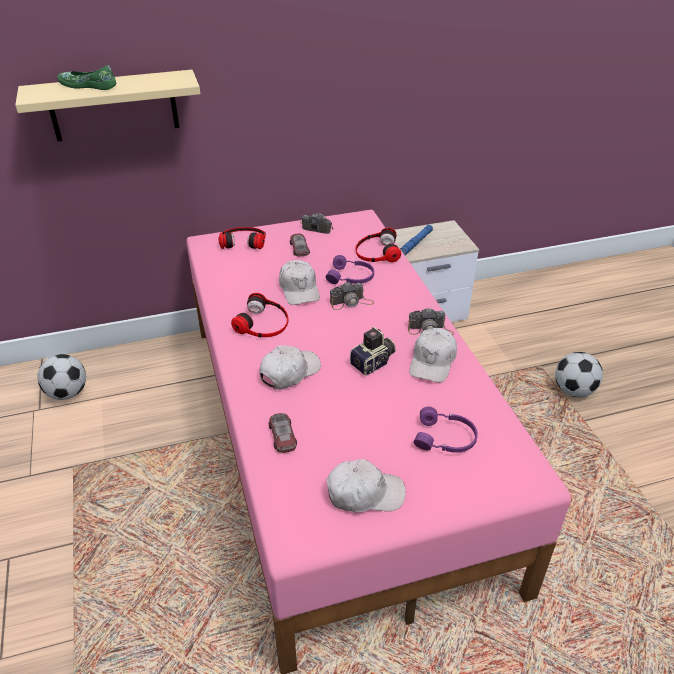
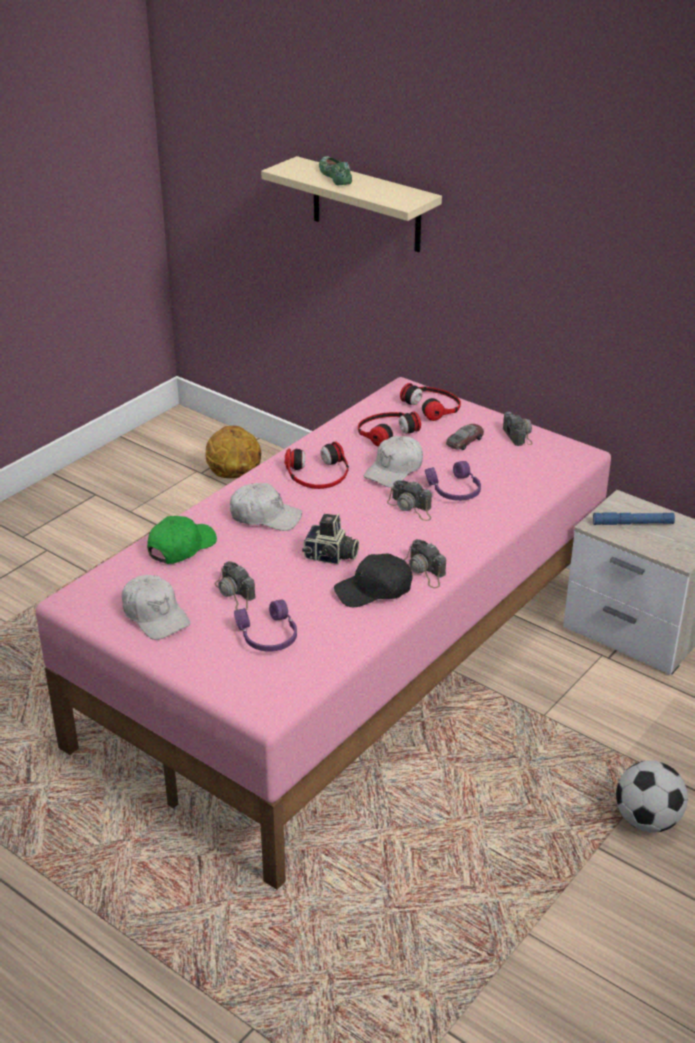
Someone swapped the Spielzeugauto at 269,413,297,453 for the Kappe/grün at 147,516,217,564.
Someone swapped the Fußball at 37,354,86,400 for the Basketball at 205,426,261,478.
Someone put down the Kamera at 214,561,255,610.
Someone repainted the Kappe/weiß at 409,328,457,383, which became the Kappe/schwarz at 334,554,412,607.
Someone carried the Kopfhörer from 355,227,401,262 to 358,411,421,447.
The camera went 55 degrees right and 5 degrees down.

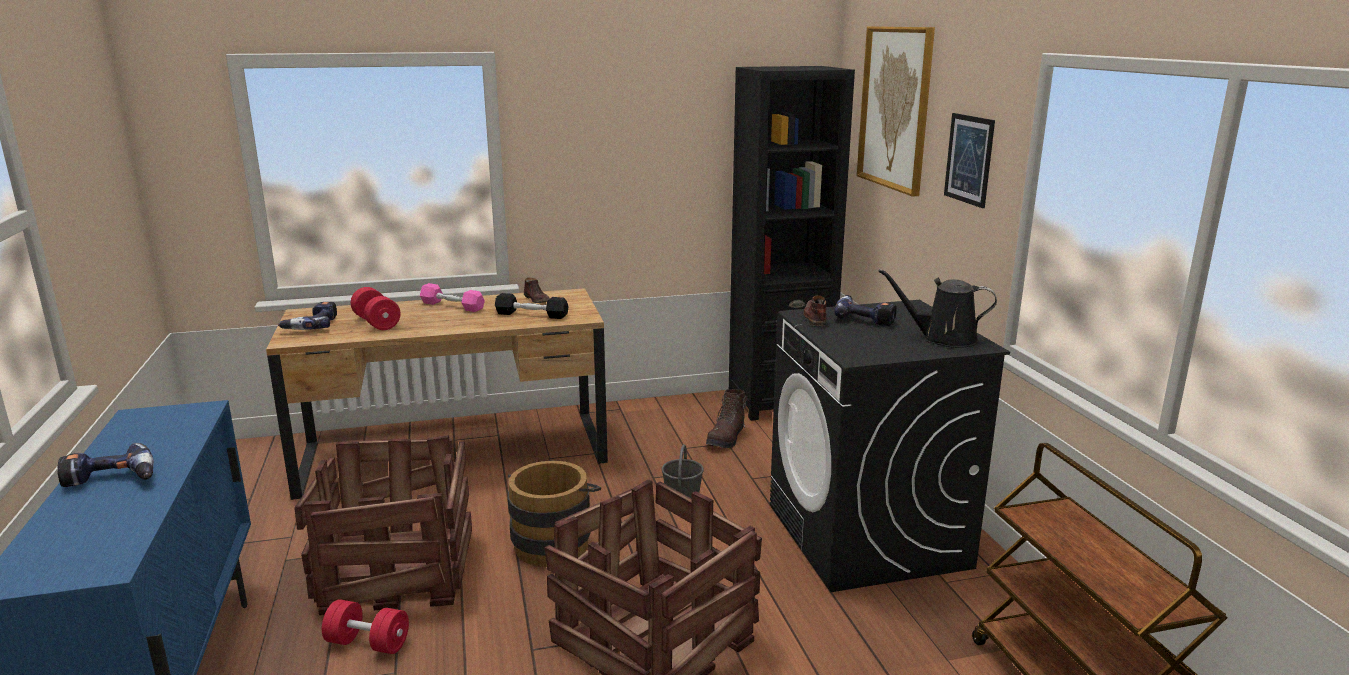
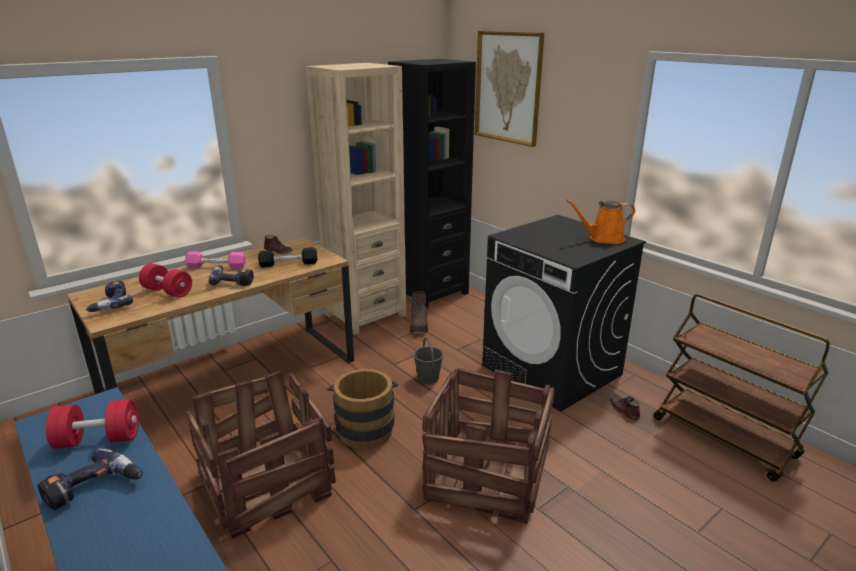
Someone carried the Hantel/rot from 322,599,409,654 to 46,399,139,449.
Someone carried the Bohrmaschine from 834,295,897,326 to 209,265,254,286.
Someone put down the Bücherregal/beige at 306,63,406,335.
Someone repainted the Gießkanne/schwarz at 878,269,997,348, which became the Gießkanne/orange at 566,200,635,244.
Someone carried the Schuh/braun from 803,295,826,326 to 610,393,640,420.
Someone took away the Bild at 944,113,995,208.
The camera went 25 degrees left and 5 degrees up.

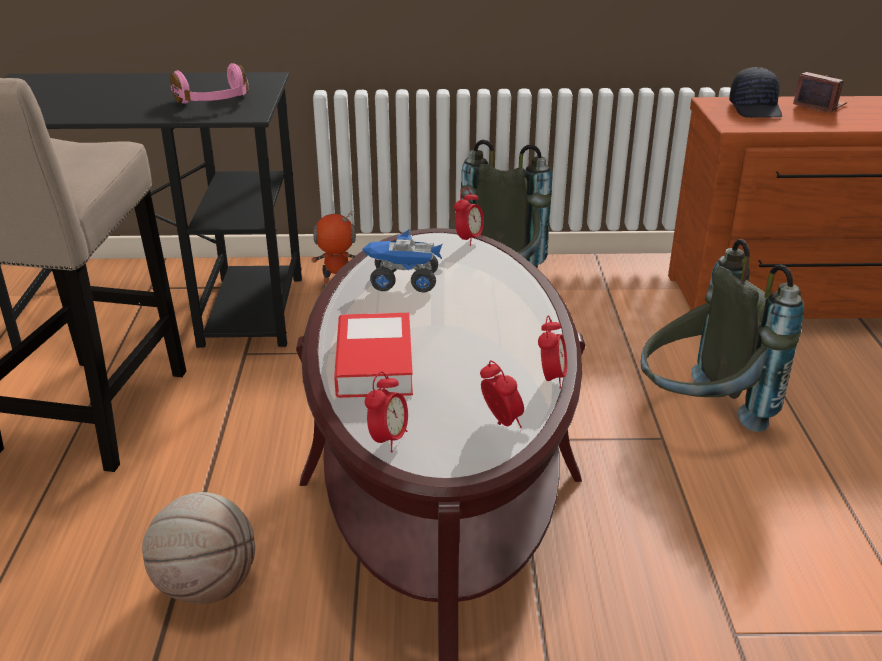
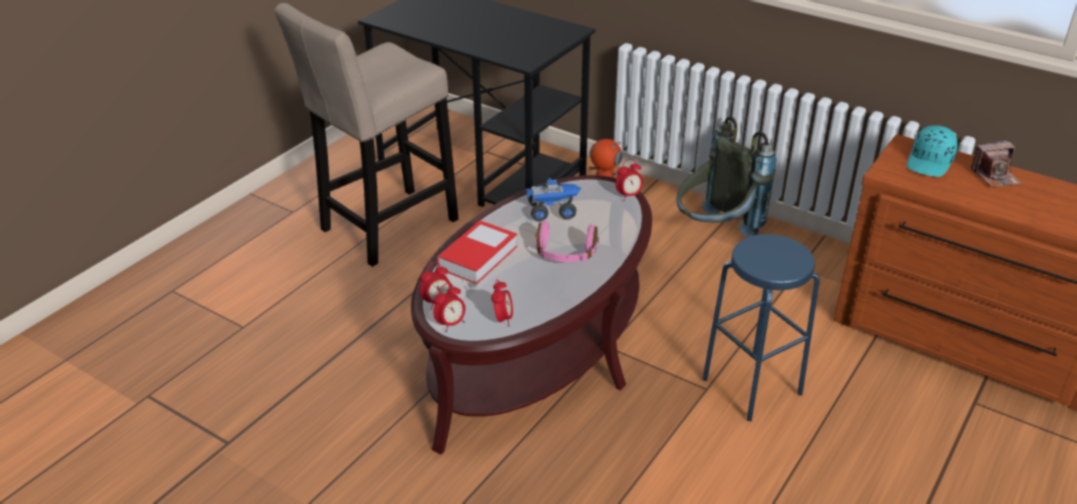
Someone carried the Wecker from 538,315,567,388 to 433,283,465,332.
Someone rotated the Spielzeuglaster at 362,230,442,293 by 135 degrees clockwise.
Someone carried the Kopfhörer/rosa from 170,63,249,104 to 536,221,599,263.
Someone swapped the Rucksack/grau at 641,239,804,432 for the Hocker/blau at 703,234,820,421.
Someone repainted the Kappe/schwarz at 729,67,782,118, which became the Kappe/türkis at 907,125,958,177.
Someone rotated the Kamera at 793,72,847,113 by 90 degrees clockwise.
Someone took away the Basketball at 142,492,255,604.
The camera went 35 degrees right and 5 degrees up.

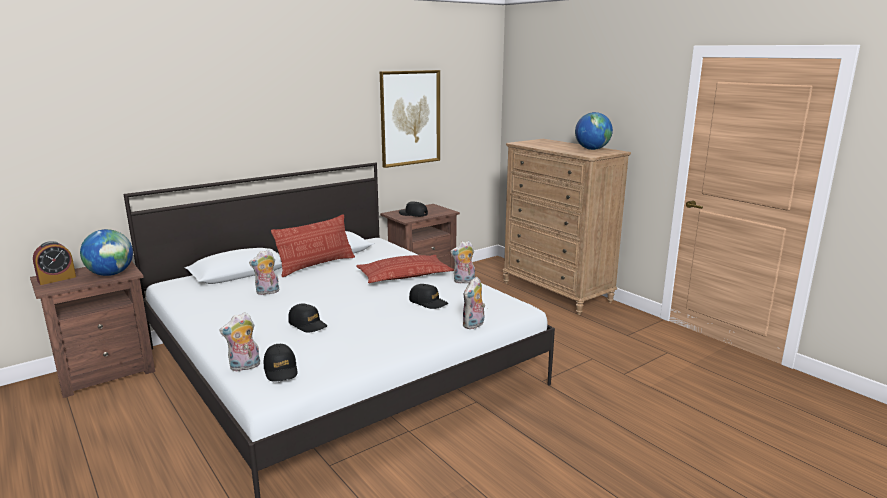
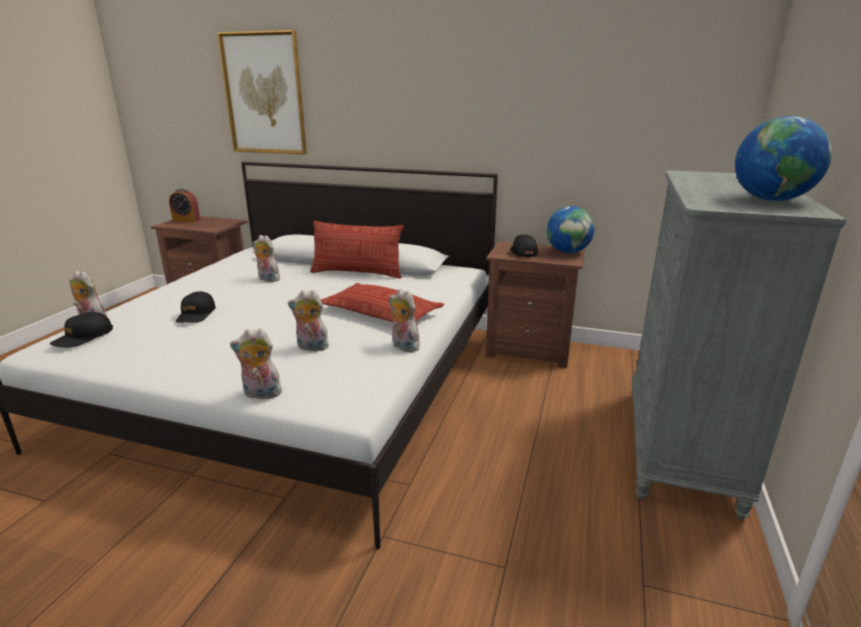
Someone carried the Bild from 380,70,440,168 to 217,30,307,154.
Someone swapped the Kappe/schwarz at 409,284,448,309 for the Plüschtier at 288,290,329,351.
Someone carried the Globus from 80,229,133,276 to 546,206,594,253.
Someone repainted the Kommode/braun at 503,139,631,315, which became the Kommode/grau at 631,171,846,520.
The camera went 55 degrees right and 5 degrees up.

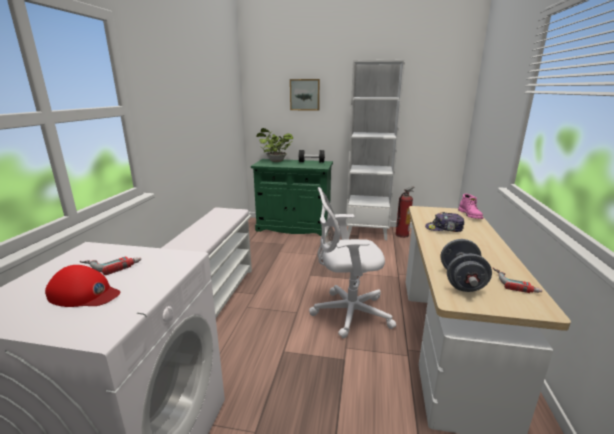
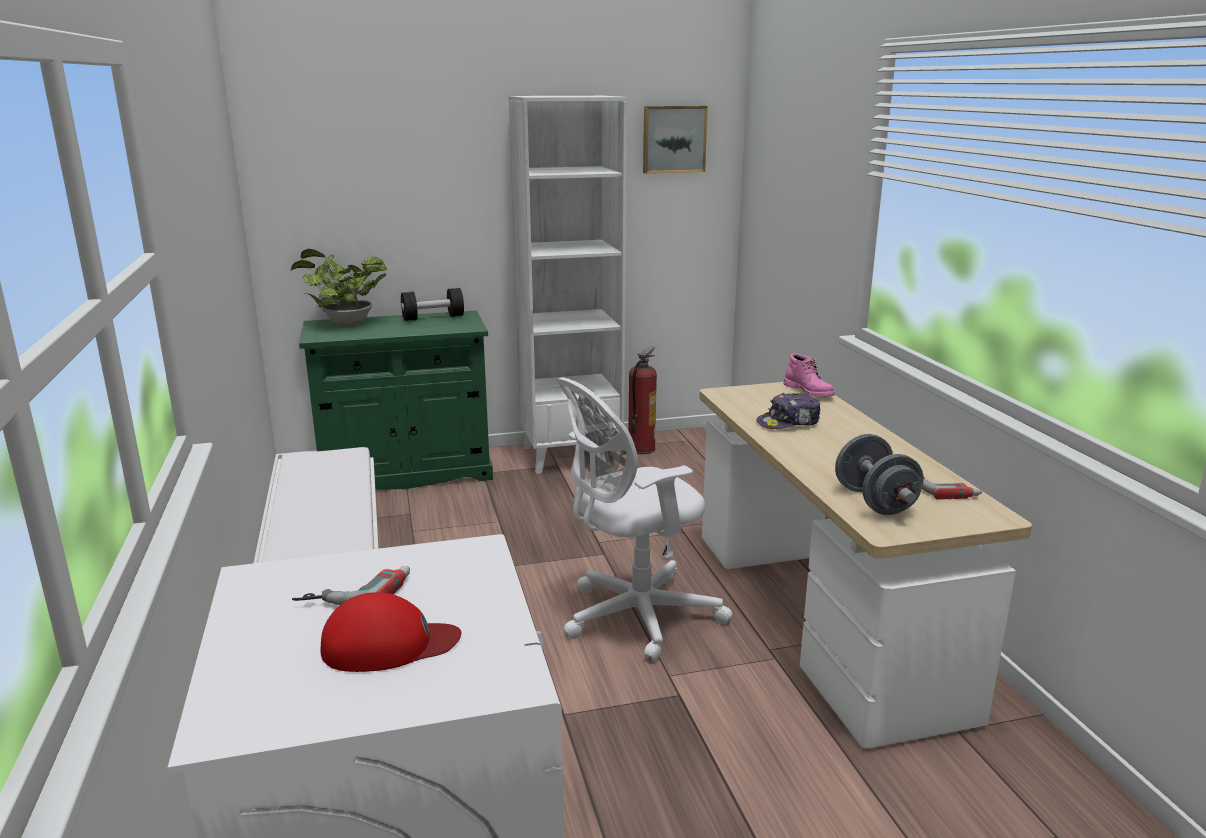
Someone carried the Bild from 290,79,320,111 to 643,106,708,174.
The camera went 25 degrees left and 0 degrees up.

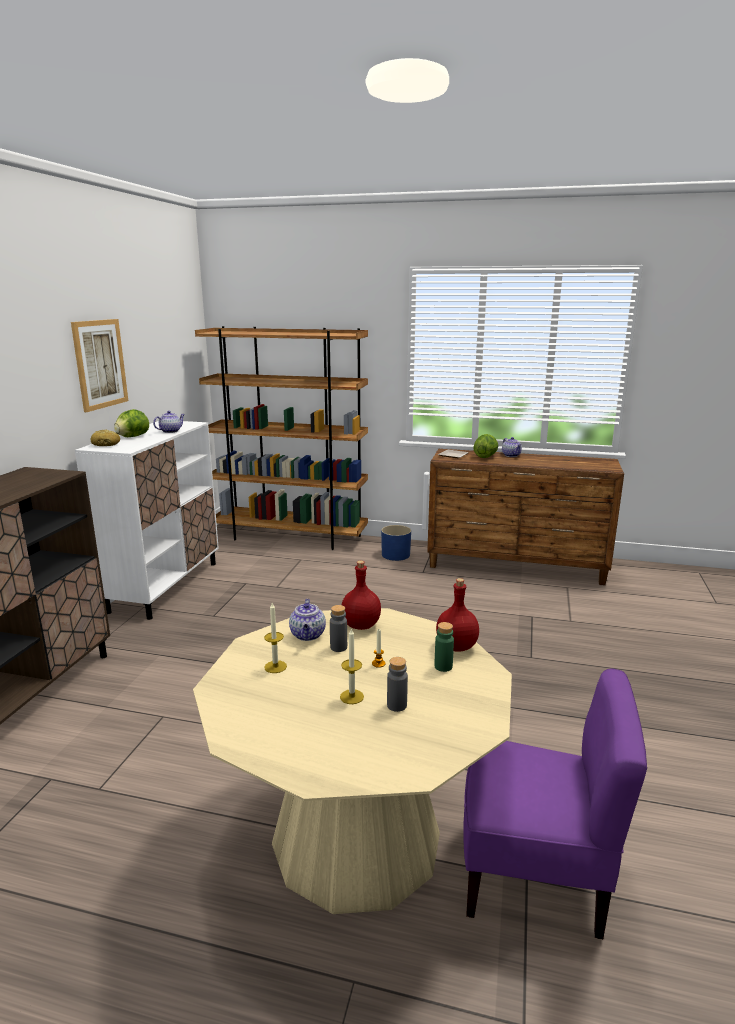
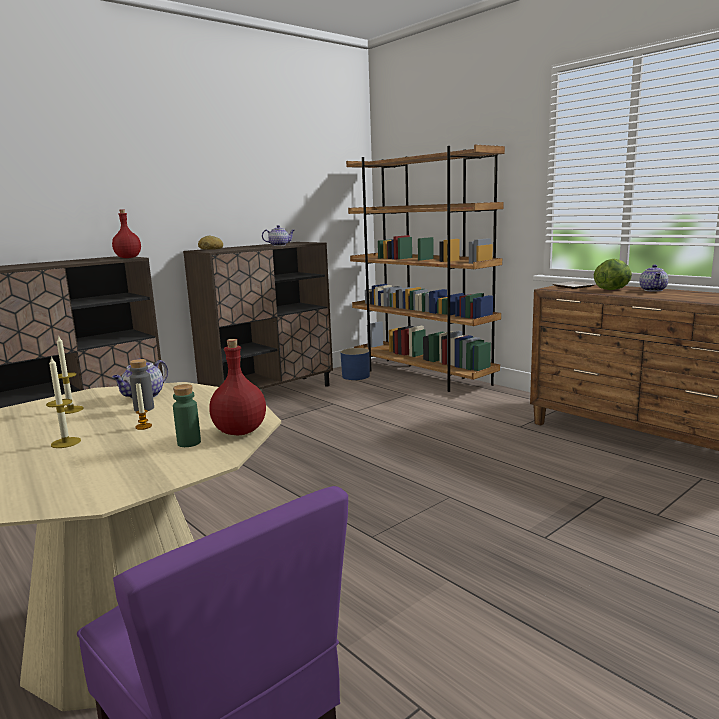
Someone carried the Flasche/rot from 342,561,381,630 to 112,209,141,258.
Someone repainted the Schrank/weiß at 75,421,219,620, which became the Schrank/braun at 183,242,333,389.
Someone carried the Pflanzkübel/blau from 381,525,411,561 to 341,348,370,380.
Someone took away the Bild at 71,319,128,412.
Someone took away the Salatkopf at 114,409,149,437.
Someone took away the Flasche/grau at 387,657,408,712.
The camera went 35 degrees right and 5 degrees down.

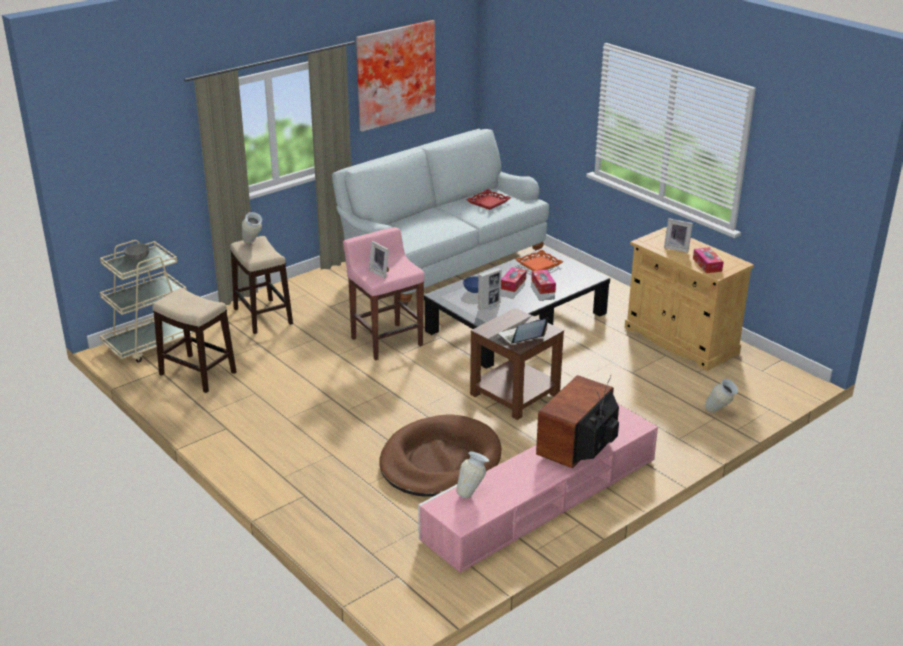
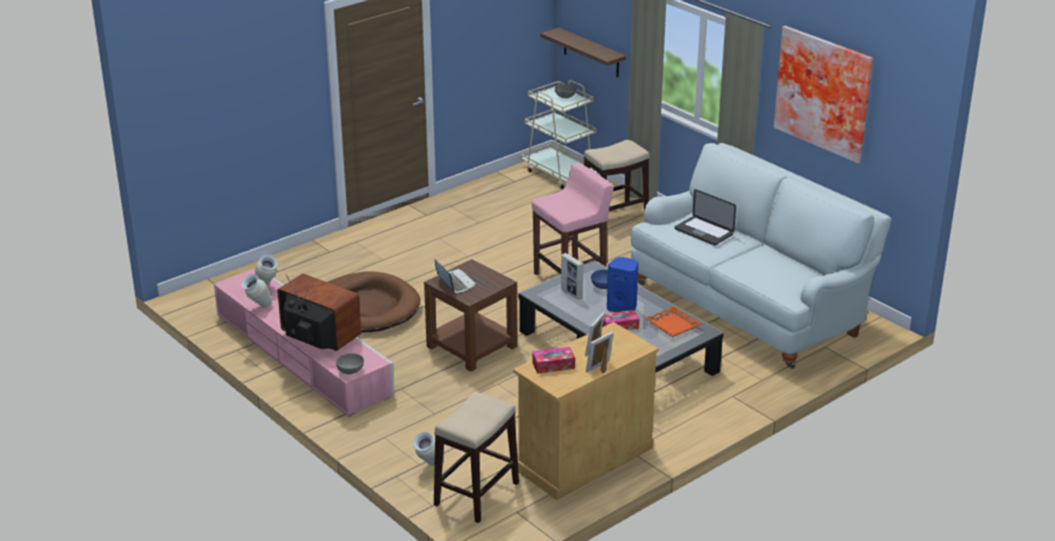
Someone carried the Vase from 242,212,262,243 to 241,274,272,307.
Someone put down the Schüssel/grau at 336,353,364,374.
Someone carried the Hocker from 152,288,237,393 to 434,392,519,523.
Someone put up the Wandregal at 540,27,626,77.
Someone carried the Bilderrahmen from 369,241,389,278 to 586,331,614,373.
Someone swapped the Taschentuchbox at 501,267,526,292 for the Lautsprecher/blau at 607,257,638,312.
Someone put down the Laptop at 674,189,736,245.
Someone took away the Tablett/rot at 466,189,511,210.
The camera went 90 degrees right and 0 degrees up.

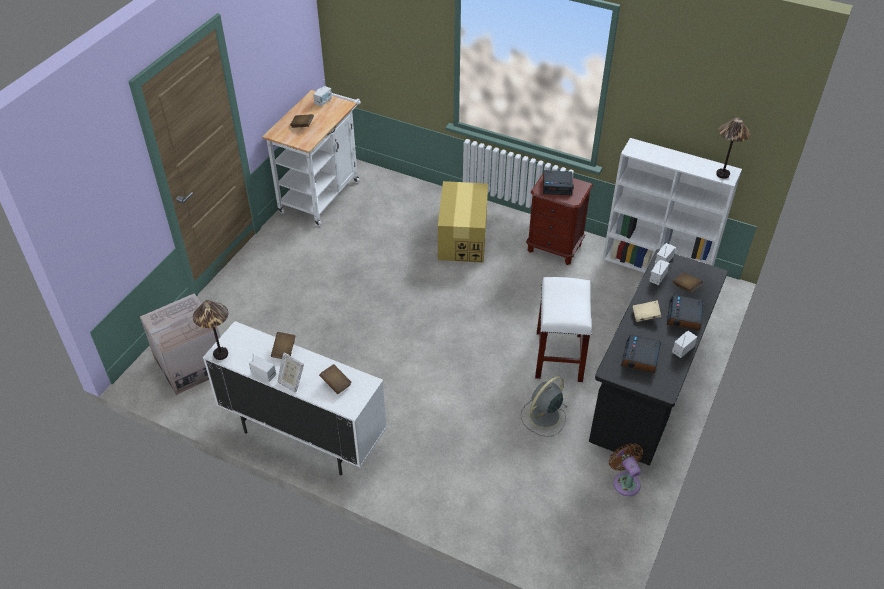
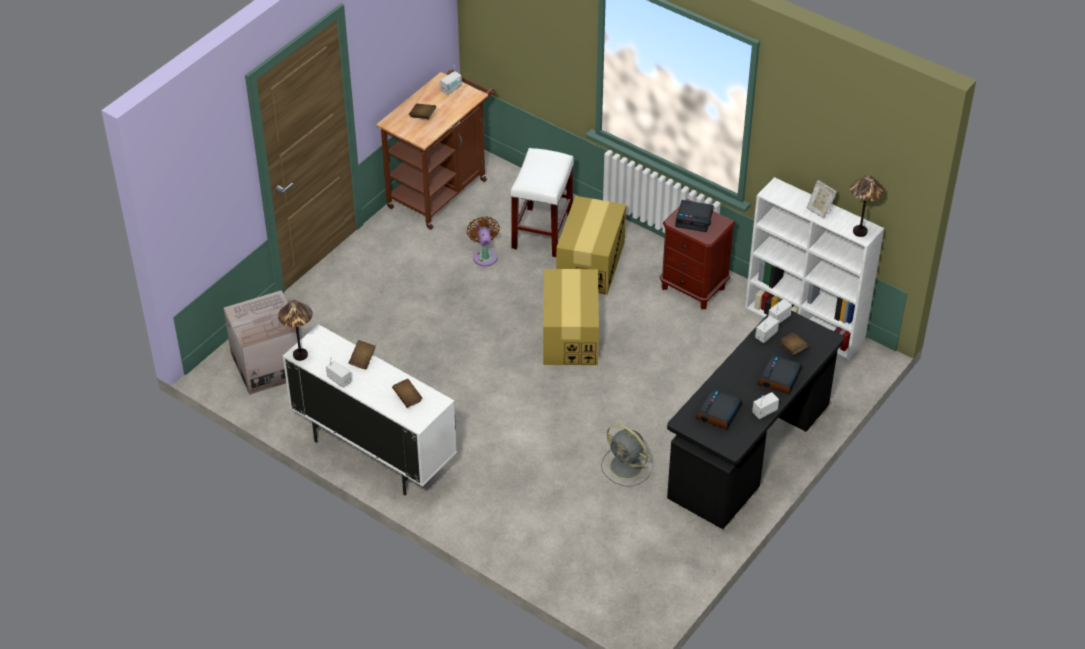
Someone repainted the Rollwagen/weiß at 262,88,361,226, which became the Rollwagen/braun at 376,69,495,230.
Someone carried the Ventilator/braun from 609,443,643,496 to 467,216,500,267.
Someone carried the Hocker/weiß from 535,277,592,382 to 510,148,574,257.
Someone put down the Karton at 543,269,599,365.
Someone rotated the Ventilator/grau at 521,376,567,437 by 105 degrees counterclockwise.
Someone carried the Bilderrahmen from 277,353,304,392 to 807,180,837,218.
Someone took away the Buch/beige at 633,300,661,322.
The camera went 10 degrees right and 0 degrees up.

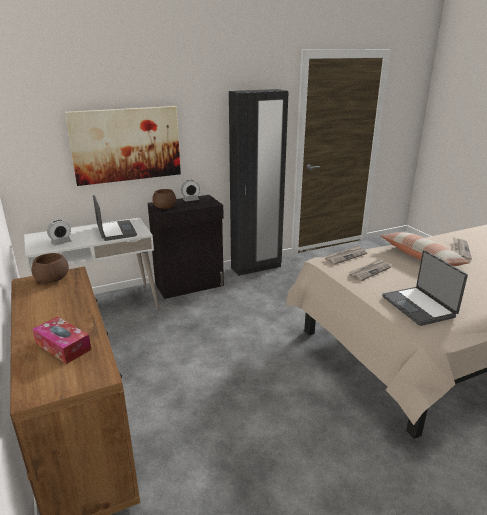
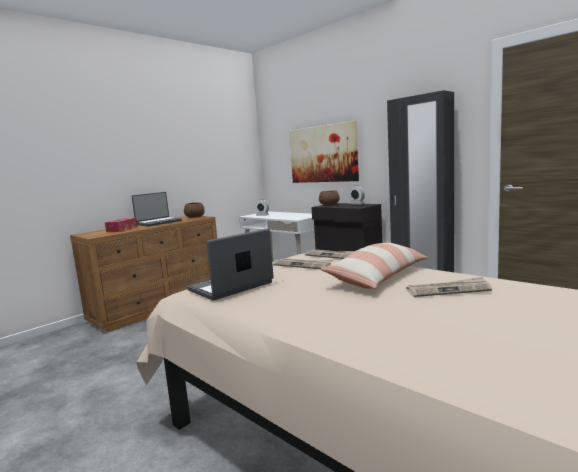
Someone carried the Laptop from 93,195,137,241 to 131,192,182,227.
The camera went 70 degrees right and 15 degrees down.

